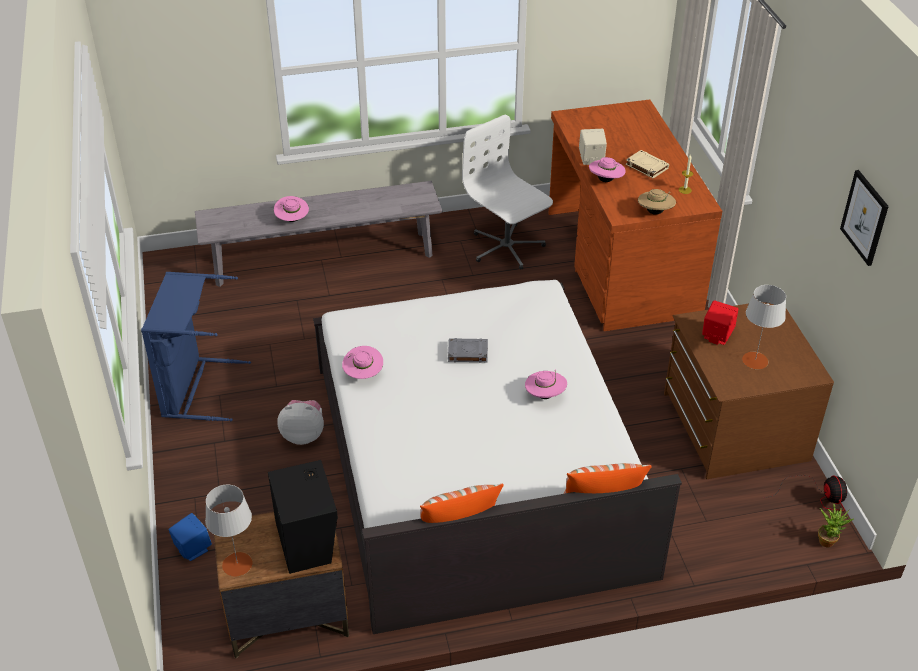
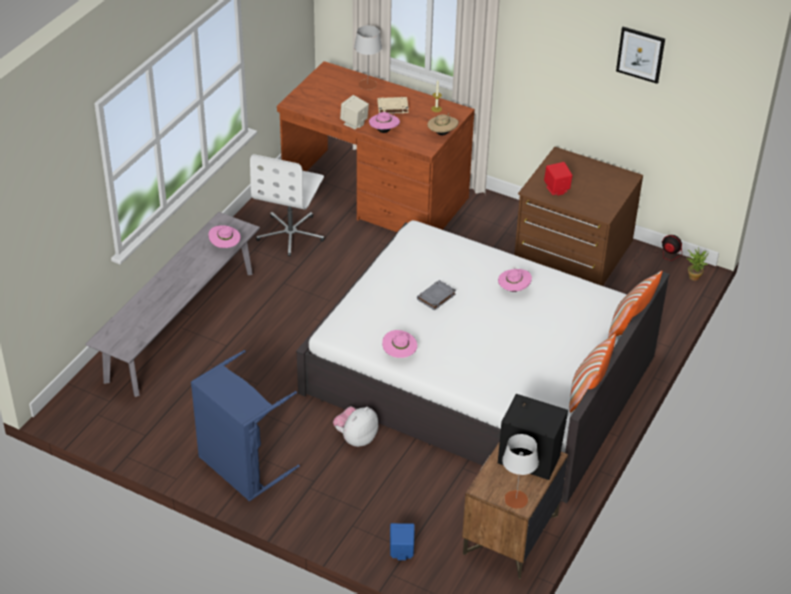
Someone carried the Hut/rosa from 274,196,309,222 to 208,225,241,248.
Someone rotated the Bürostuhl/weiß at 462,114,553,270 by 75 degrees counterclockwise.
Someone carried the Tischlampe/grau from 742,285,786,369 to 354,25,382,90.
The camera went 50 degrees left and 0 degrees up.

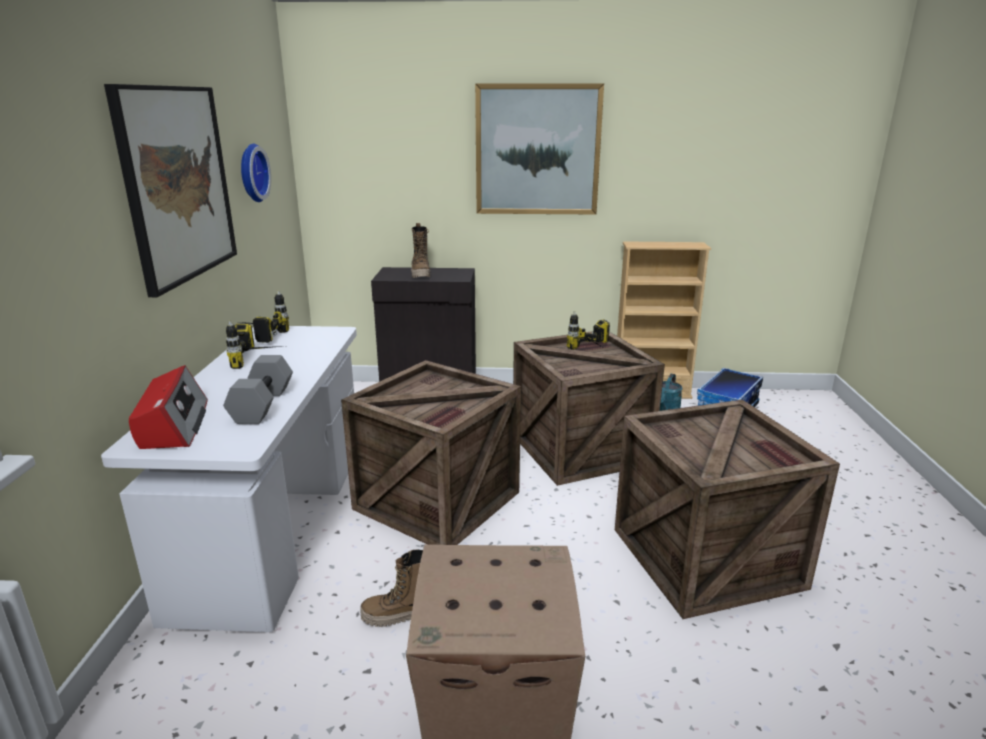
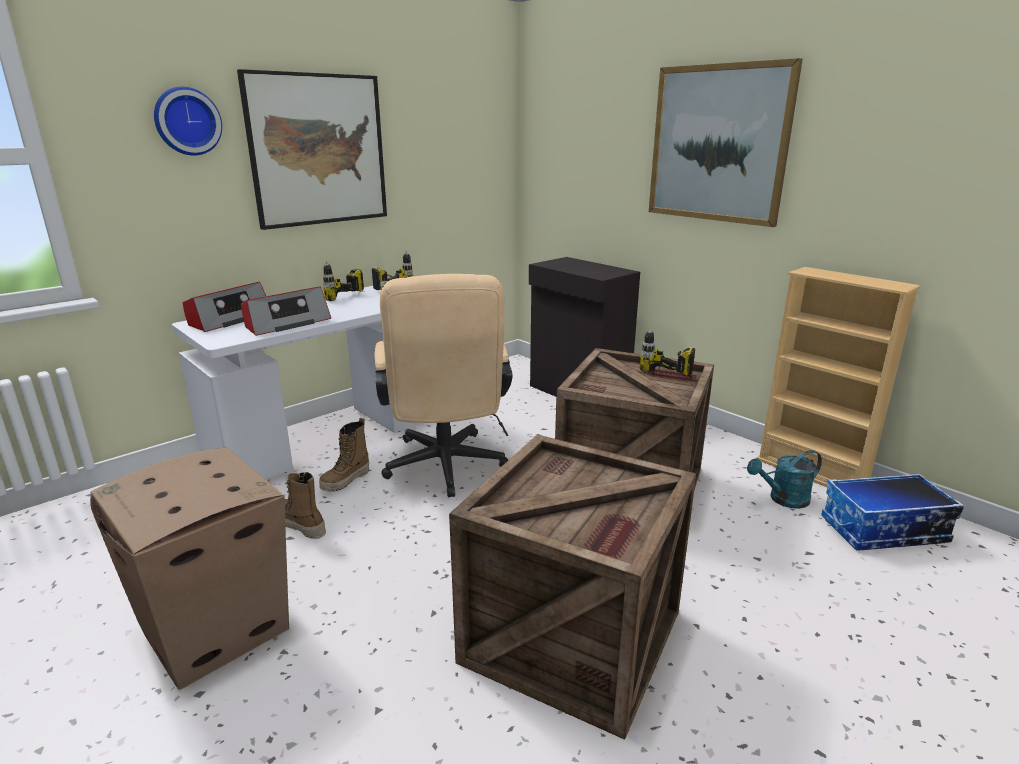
Someone carried the Wanduhr from 241,143,271,202 to 154,87,222,156.
Someone swapped the Hantel/grau at 223,355,293,424 for the Radio at 241,286,331,336.
Someone carried the Stiefel from 411,223,431,278 to 319,418,369,492.
Someone swapped the Kiste at 341,360,521,545 for the Bürostuhl/beige at 374,274,512,497.
The camera went 45 degrees right and 0 degrees up.

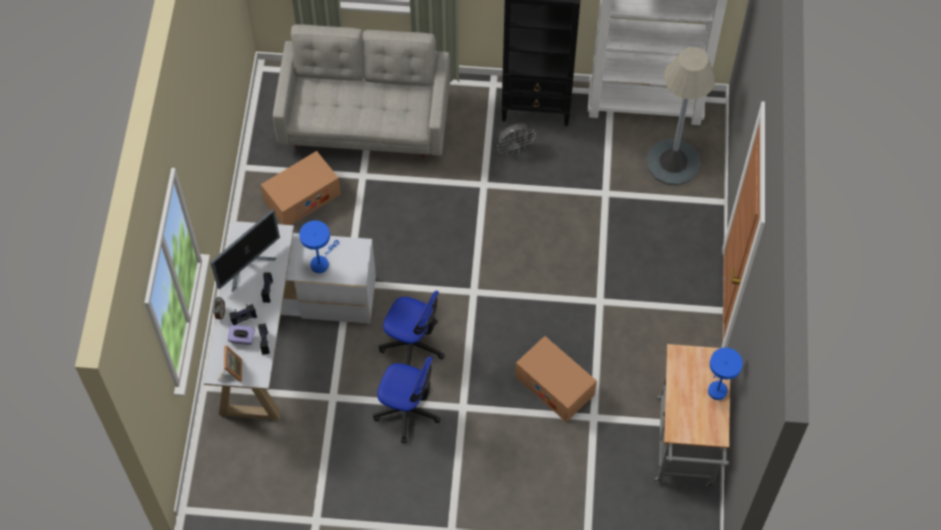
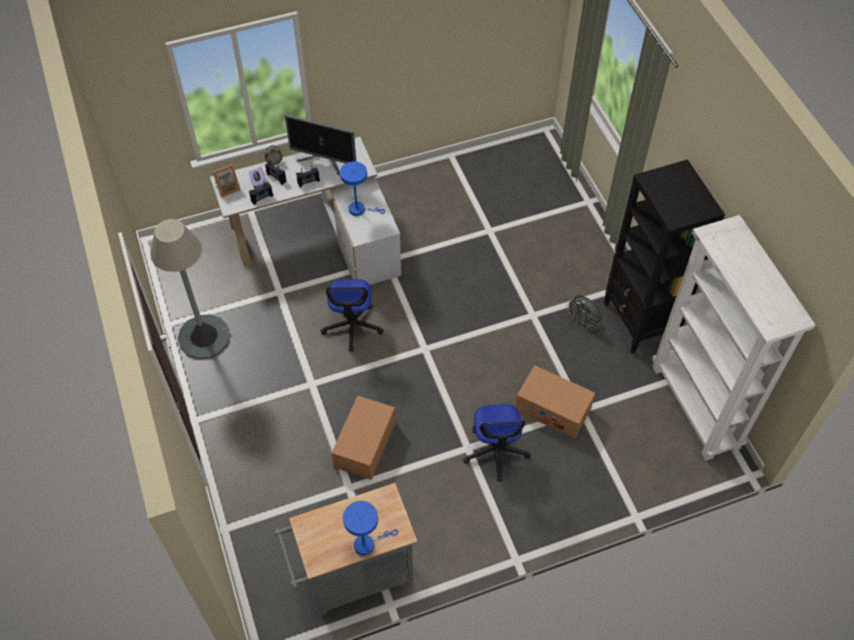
Someone carried the Stehlampe/grau from 646,47,715,185 to 150,219,230,359.
Someone carried the Bürostuhl from 373,356,441,443 to 463,404,531,481.
Someone carried the Karton from 261,151,341,225 to 515,365,595,439.
Someone took away the Sofa/grau at 273,24,450,159.
The camera went 65 degrees right and 5 degrees down.

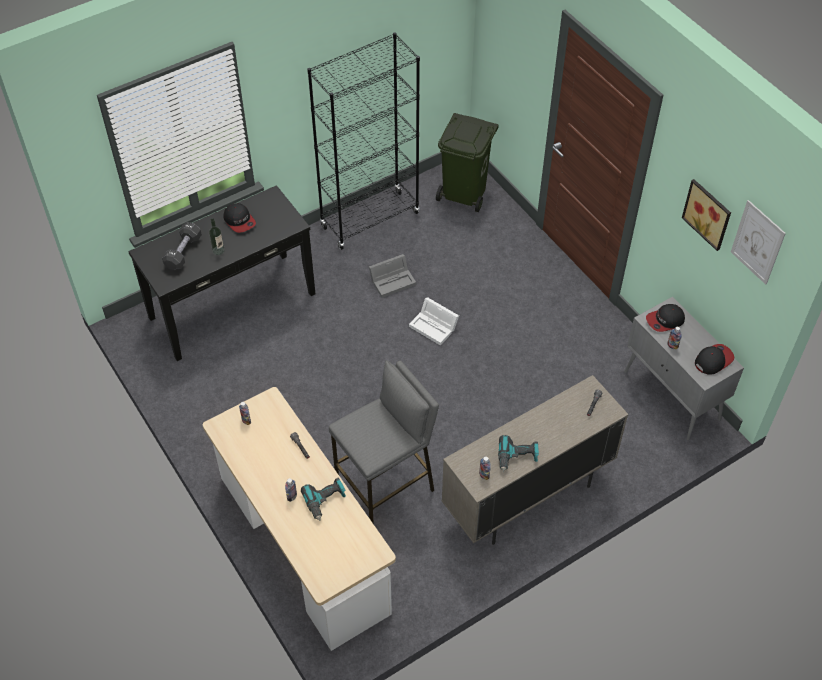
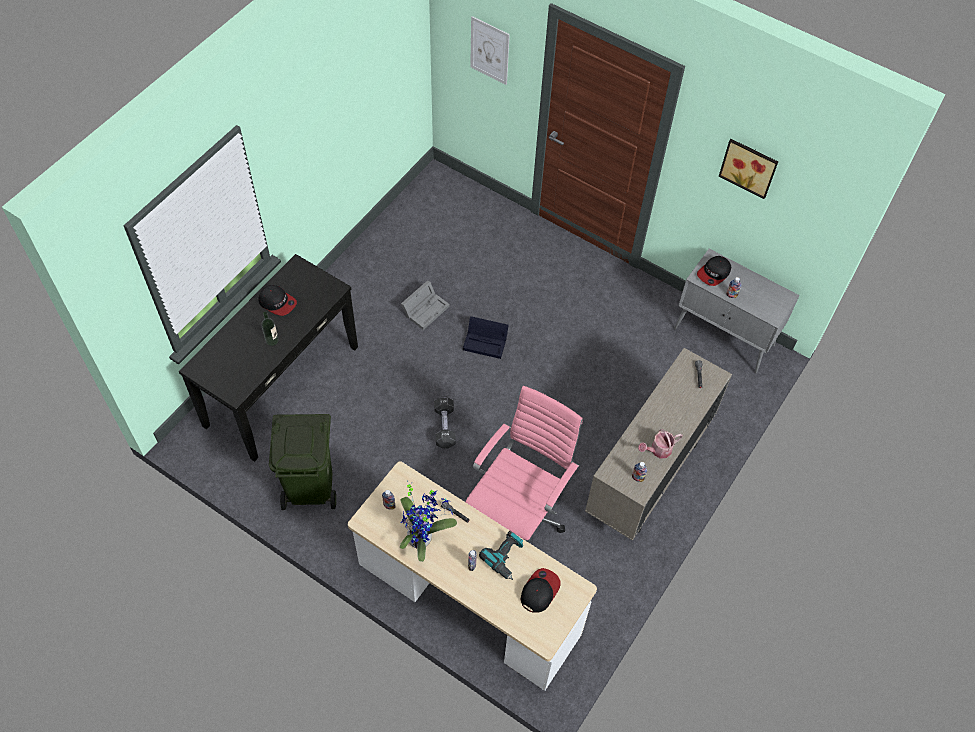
Someone carried the Mülleimer/grün from 436,113,499,212 to 269,414,336,510.
Someone put down the Topfpflanze at 400,480,457,562.
Someone carried the Hantel/schwarz from 162,222,202,271 to 434,397,456,449.
Someone repainted the Aufbewahrungsbox/weiß at 409,297,459,346, which became the Aufbewahrungsbox/schwarz at 463,316,509,359.
Someone swapped the Hocker/grau at 329,360,439,524 for the Bürostuhl/rosa at 465,386,583,540.
Someone carried the Bild from 731,200,786,285 to 470,16,510,85.
Someone carried the Kappe from 695,344,735,375 to 521,568,561,613.
Someone swapped the Bohrmaschine at 498,435,539,472 for the Gießkanne at 638,429,683,459.
Someone took away the Bücherregal/schwarz at 307,32,420,250.
The camera went 25 degrees left and 5 degrees up.

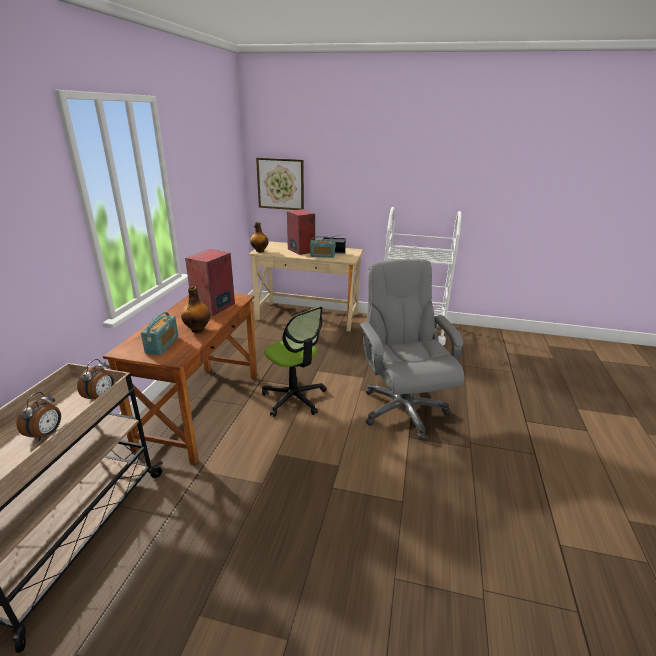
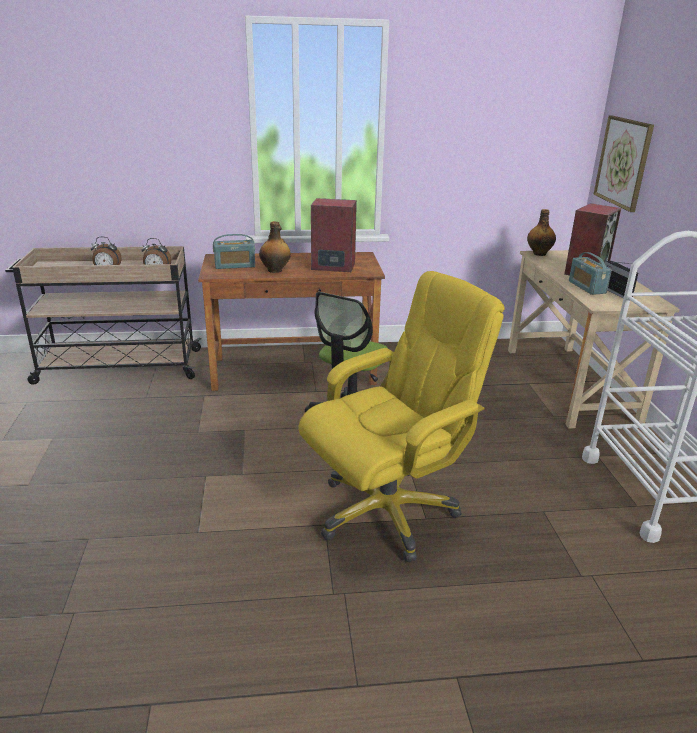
Someone repainted the Bürostuhl/grau at 360,259,464,440, which became the Bürostuhl/gelb at 299,271,505,562.
The camera went 70 degrees right and 0 degrees up.

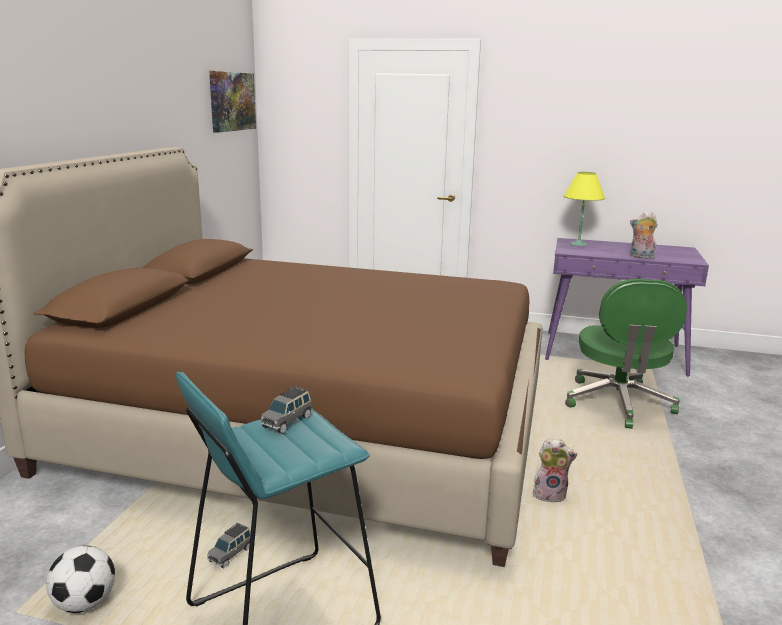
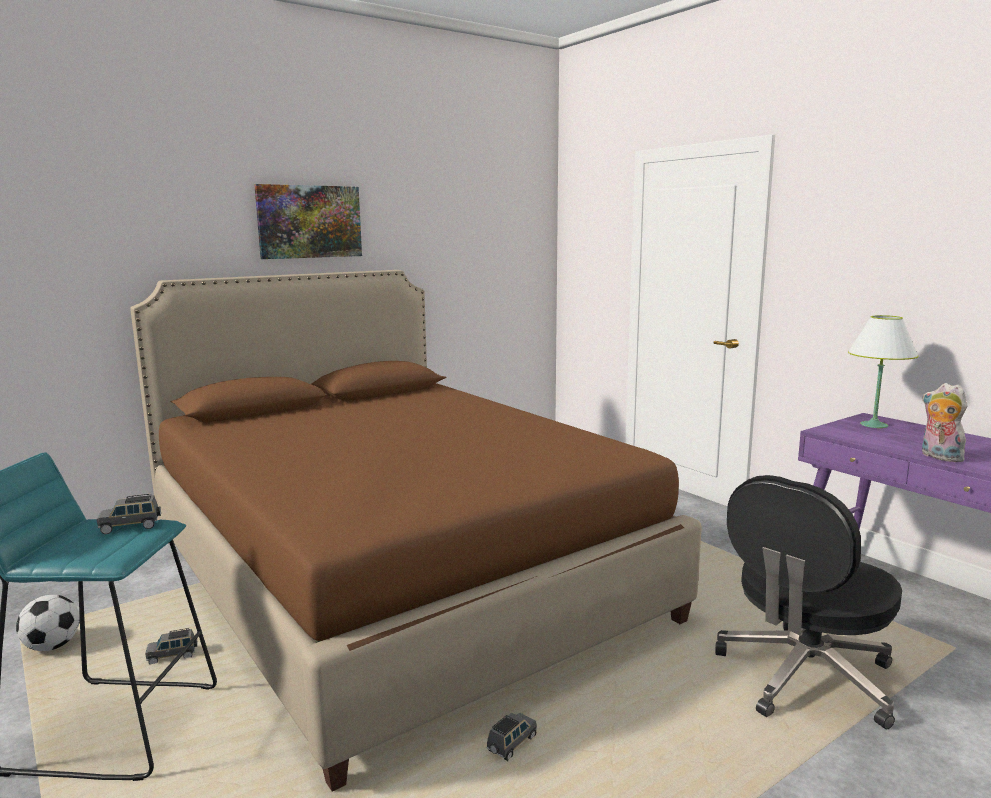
Someone carried the Bild from 209,71,256,133 to 254,184,362,259.
Someone swapped the Plüschtier at 533,438,578,502 for the Spielzeugauto/grau at 487,712,537,761.
Someone repainted the Bürostuhl/grün at 565,279,687,429, which became the Bürostuhl/schwarz at 715,475,902,729.
Someone repainted the Tischlampe/gelb at 563,172,605,246, which became the Tischlampe/weiß at 848,315,918,428.
The camera went 40 degrees right and 5 degrees down.

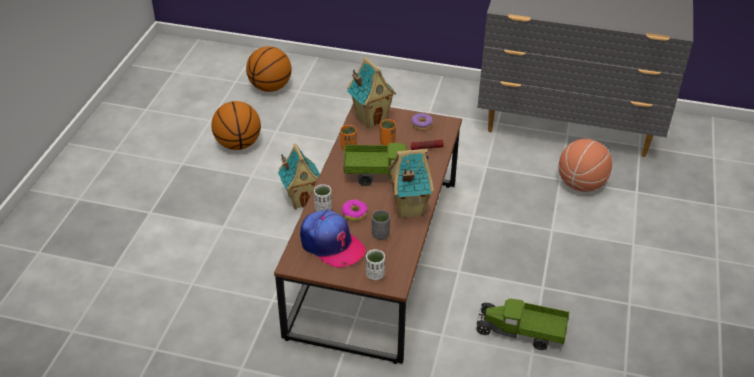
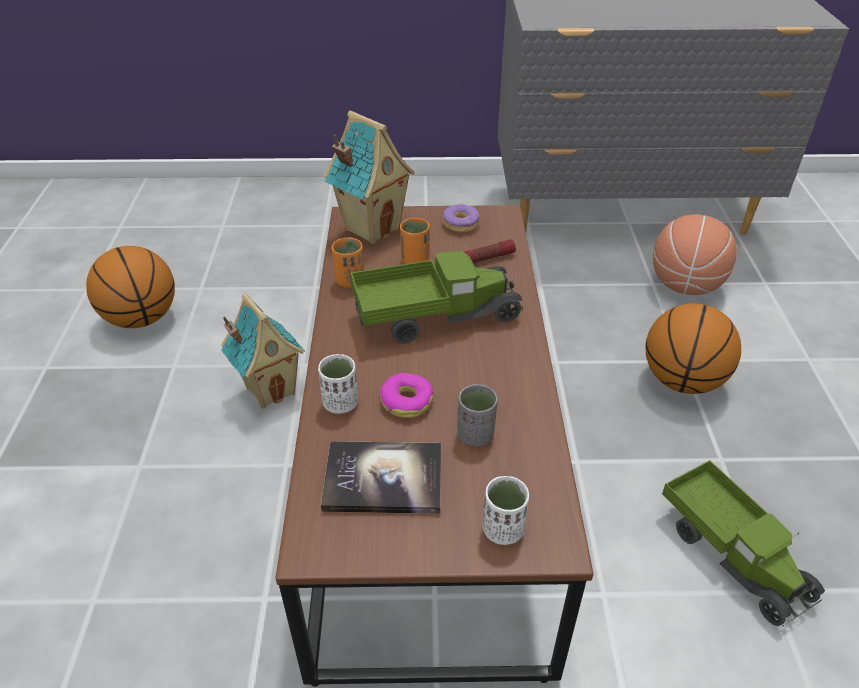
Someone swapped the Kappe at 300,210,366,268 for the Buch at 321,441,441,514.
Someone carried the Basketball from 246,46,292,92 to 646,303,741,394.
Someone rotated the Spielzeuglaster at 475,298,569,350 by 120 degrees counterclockwise.
Someone took away the Spielzeughaus at 388,149,434,218.
The camera went 15 degrees left and 0 degrees up.

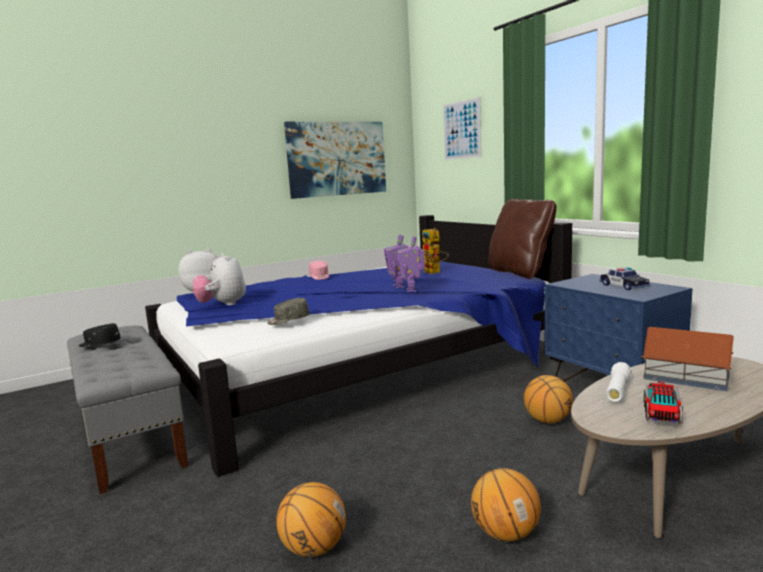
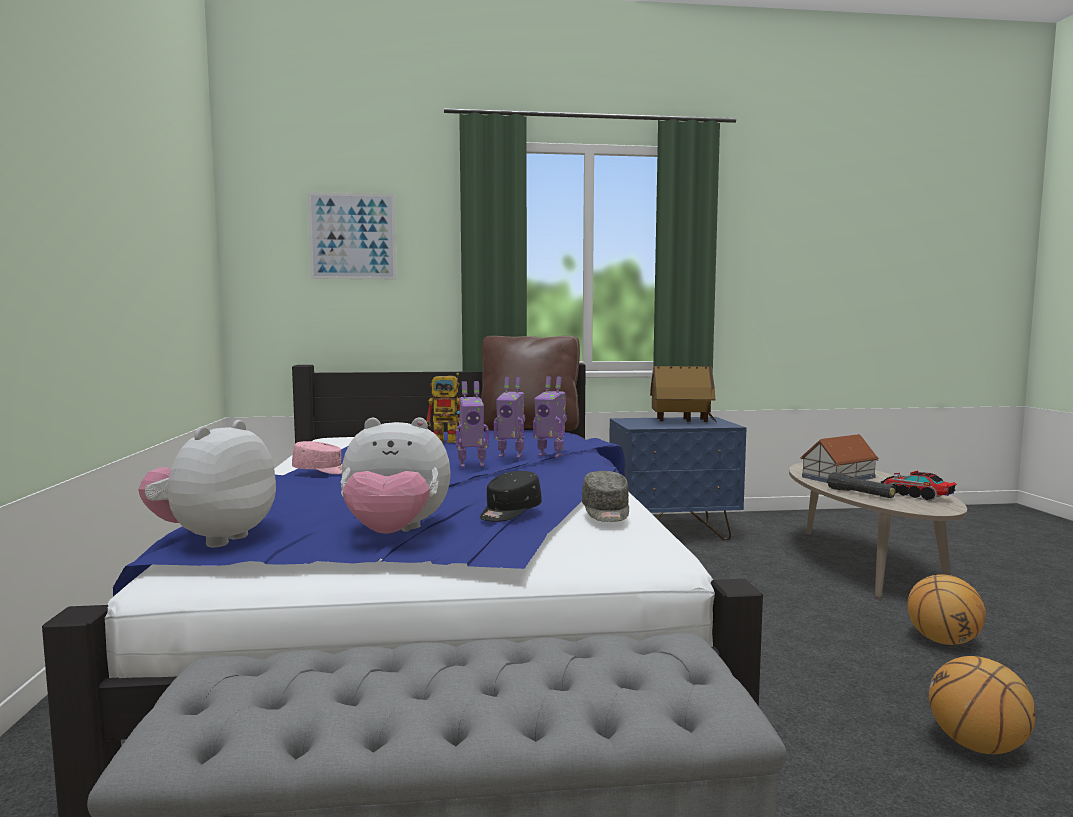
Someone put down the Spielzeugroboter at 456,381,489,467.
Someone carried the Kappe/schwarz from 79,323,121,347 to 480,471,542,522.
Someone swapped the Spielzeugauto at 599,267,650,290 for the Spielzeughaus at 650,366,717,422.
Someone repainted the Taschenlampe/weiß at 606,362,632,402, which became the Taschenlampe/schwarz at 827,472,896,498.
Someone took away the Bild at 284,122,386,199.
Someone took away the Basketball at 524,375,573,423.
The camera went 65 degrees left and 5 degrees down.

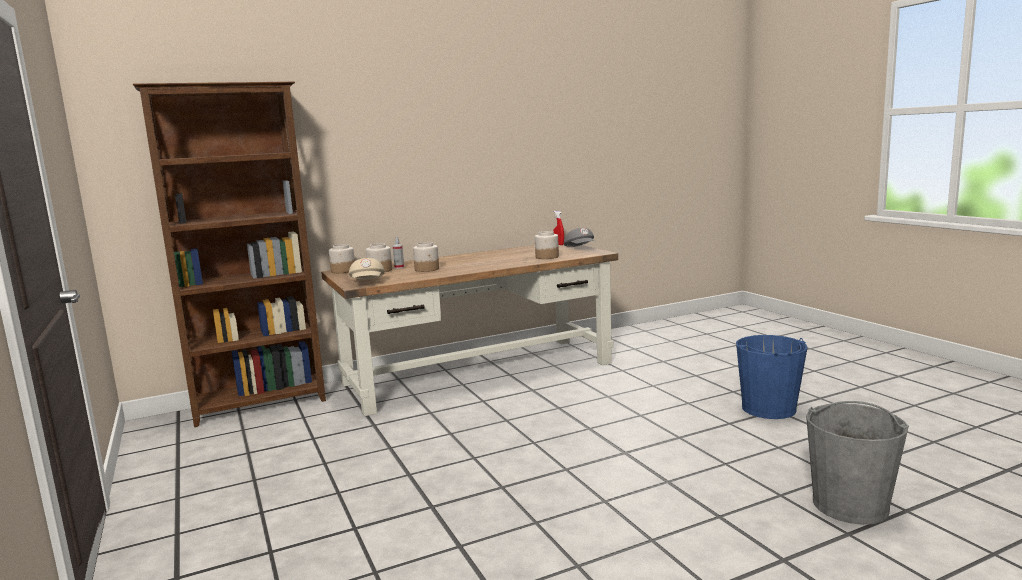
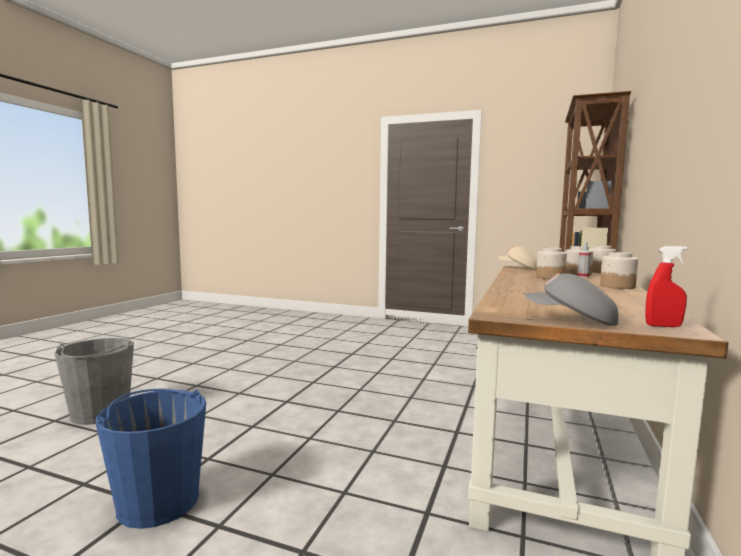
Someone carried the Vorratsglas from 535,231,559,259 to 600,252,638,289.
The camera went 135 degrees right and 5 degrees down.

